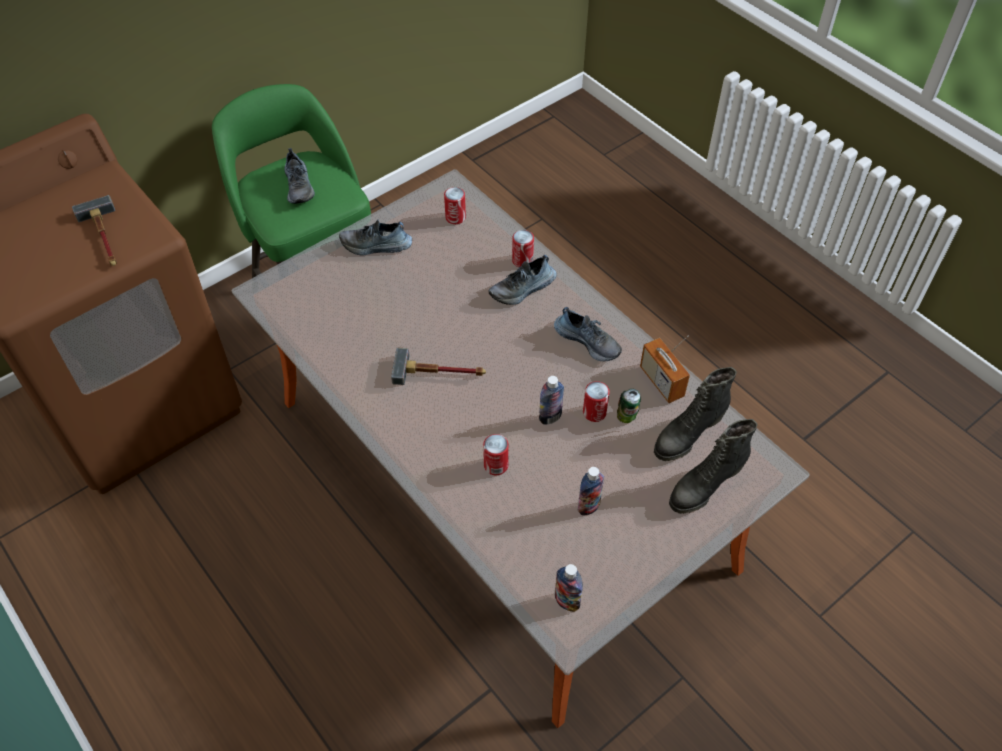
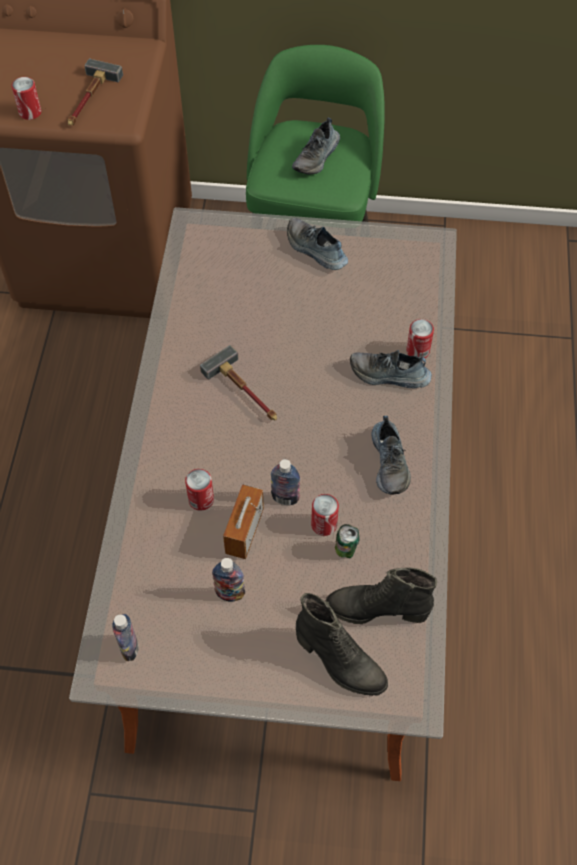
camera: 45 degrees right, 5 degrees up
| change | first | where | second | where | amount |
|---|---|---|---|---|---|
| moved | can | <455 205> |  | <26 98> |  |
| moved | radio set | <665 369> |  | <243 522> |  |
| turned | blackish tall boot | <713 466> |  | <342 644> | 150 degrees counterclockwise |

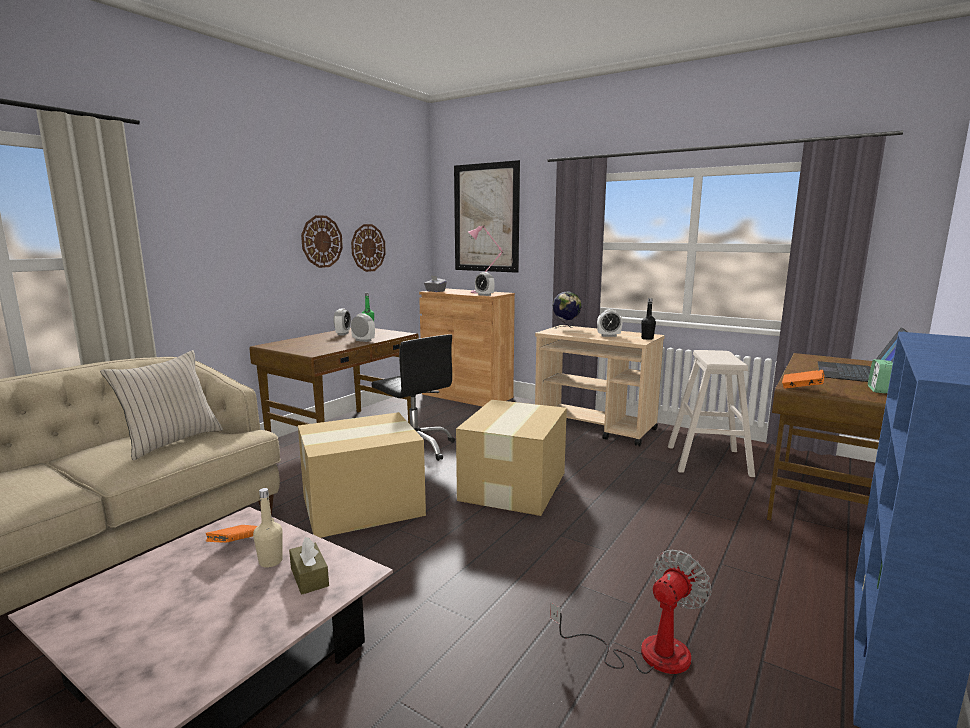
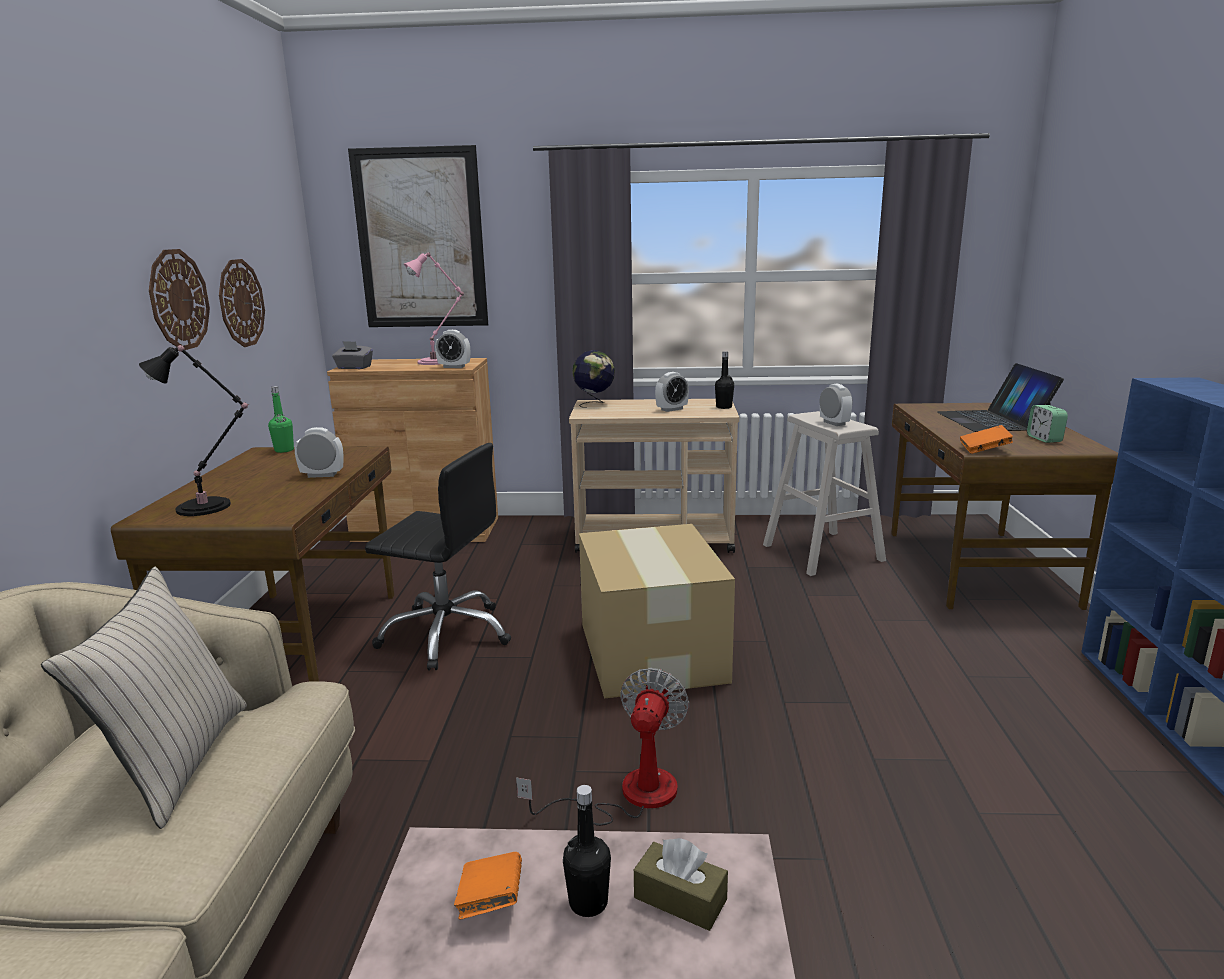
camera: 30 degrees left, 5 degrees up
| change | first | where | second | where | amount |
|---|---|---|---|---|---|
| removed | cardboard box | <362 475> |  |  |  |
| added |  |  | blackish tabletop lamp | <194 430> |  |
| moved | bedside clock | <342 321> |  | <836 405> |  |
| moved | electric fan | <631 612> |  | <602 747> |  |
| recoloured | sand-coloured drink bottle | <268 528> | blackish drink bottle | <587 851> |  |

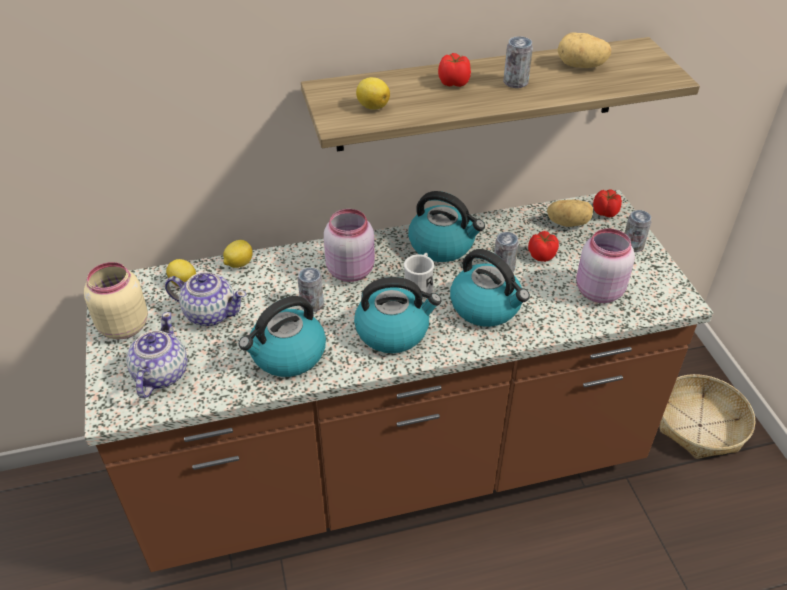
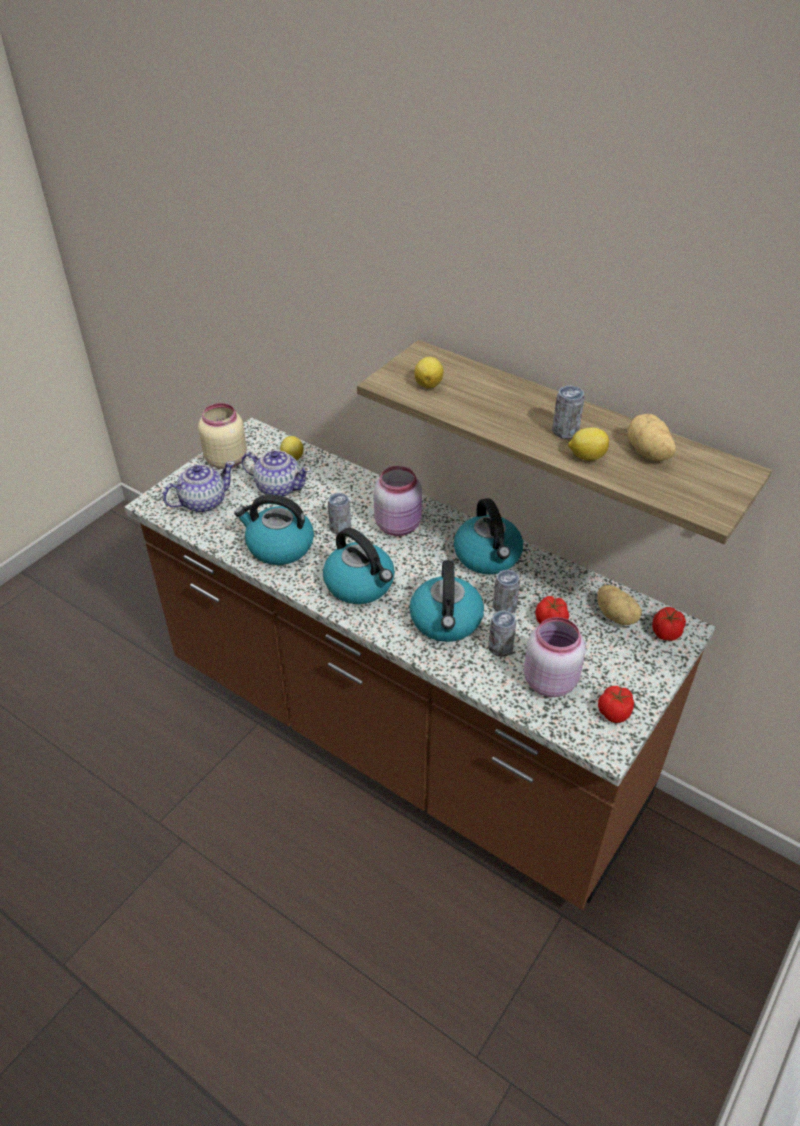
camera: 50 degrees right, 0 degrees up
| change | first | where | second | where | amount |
|---|---|---|---|---|---|
| removed | white coffee mug | <419 275> |  |  |  |
| removed | household basket | <707 416> |  |  |  |
| moved | whole lemon | <238 254> |  | <588 444> |  |
| moved | whole tomato | <454 70> |  | <616 704> |  |
| moved | can | <638 231> |  | <502 633> |  |
| turned | tea pot | <205 299> |  | <276 473> | 45 degrees counterclockwise |

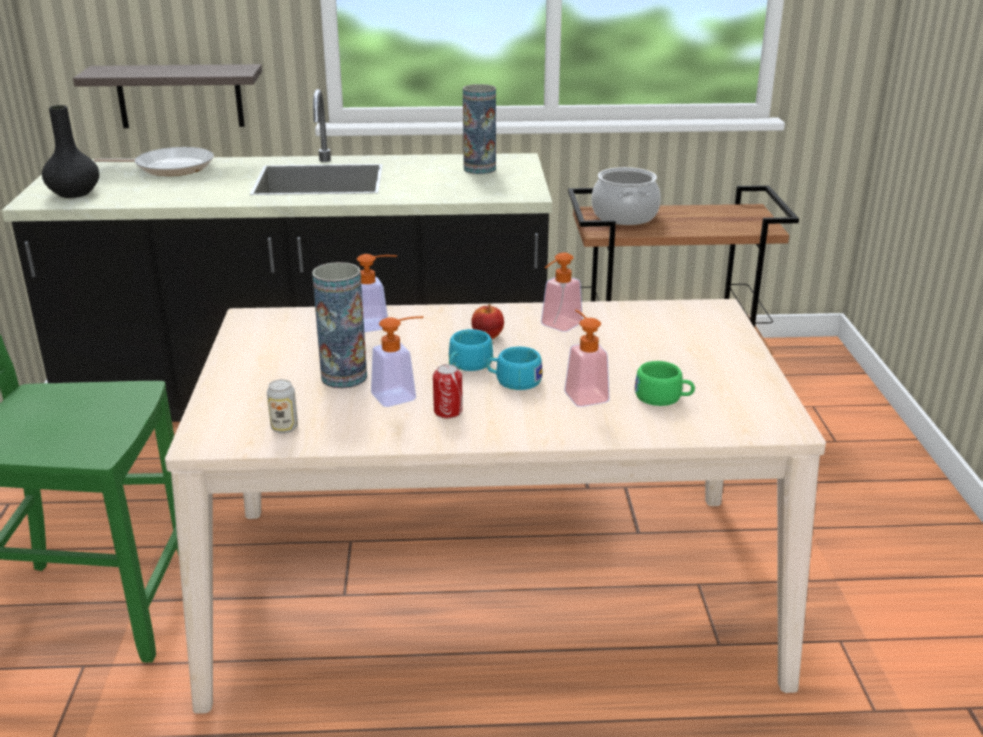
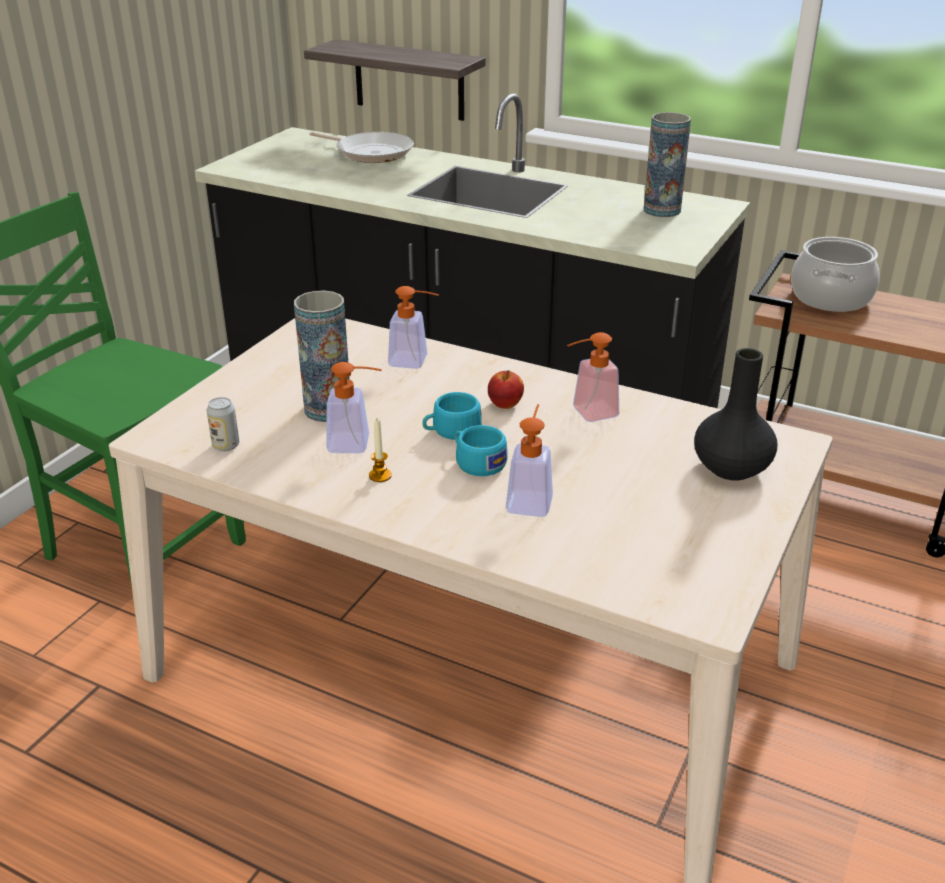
camera: 30 degrees right, 5 degrees up
| change | first | where | second | where | amount |
|---|---|---|---|---|---|
| removed | greenish cup | <664 383> |  |  |  |
| moved | blackish decorative vase | <70 151> |  | <736 414> |  |
| replaced | can | <448 391> | candle | <380 450> |  |

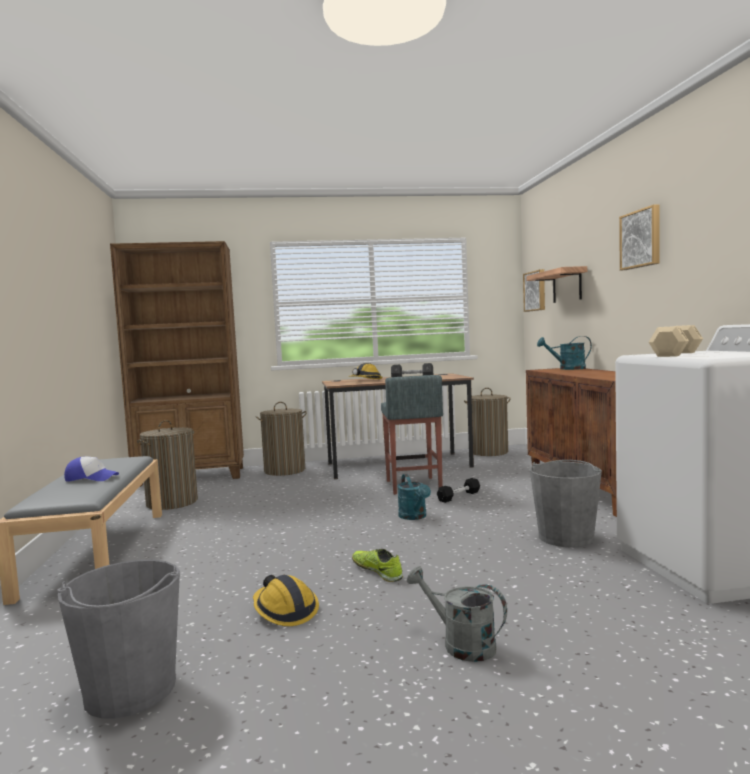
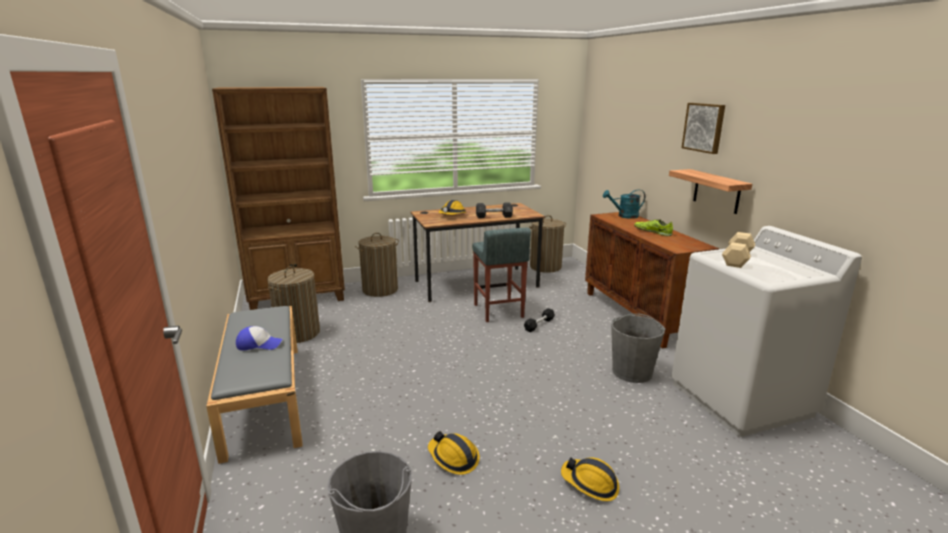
camera: 10 degrees left, 15 degrees up
| change | first | where | second | where | amount |
|---|---|---|---|---|---|
| removed | blue-green watering can | <414 497> |  |  |  |
| removed | picture | <534 290> |  |  |  |
| moved | item of footwear | <377 565> |  | <653 227> |  |
| moved | wall shelf | <556 284> |  | <710 191> |  |
| replaced | greyish watering can | <457 614> | safety helmet | <590 479> |  |

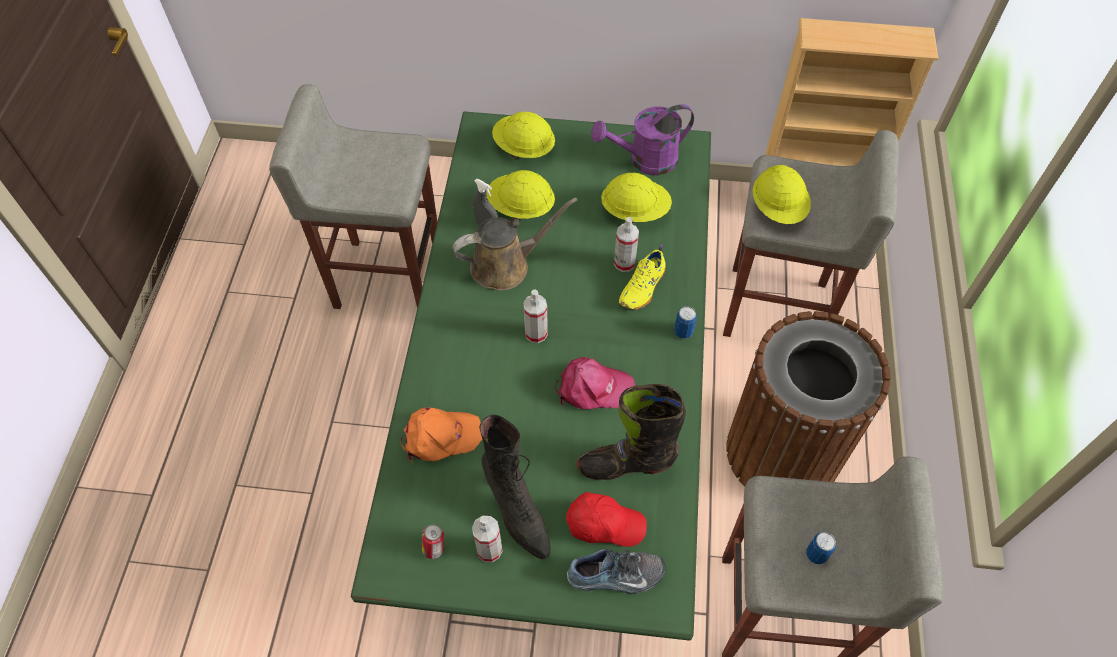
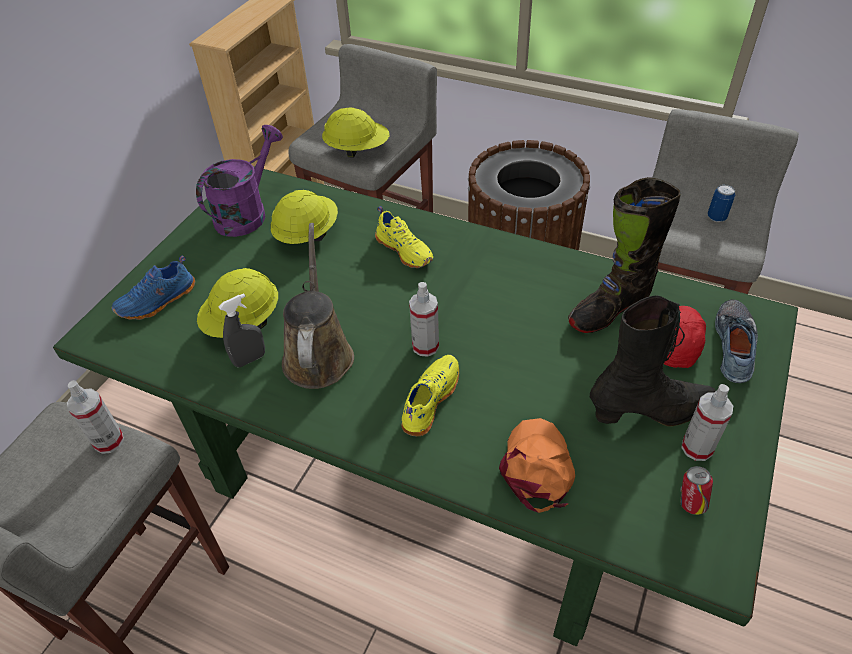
camera: 70 degrees left, 10 degrees down
| change | first | where | second | where | amount |
|---|---|---|---|---|---|
| removed | pink-coloured baseball cap | <595 383> |  |  |  |
| removed | can | <685 322> |  |  |  |
| added |  |  | yellowish item of footwear | <430 395> |  |
| moved | hand sprayer | <626 244> |  | <95 417> |  |
| replaced | yellowish safety helmet | <523 136> | blue-coloured item of footwear | <153 288> |  |
| turned | blackish tall boot | <631 432> |  | <624 255> | 45 degrees clockwise |
| turned | purple watering can | <642 139> |  | <239 181> | 150 degrees counterclockwise |

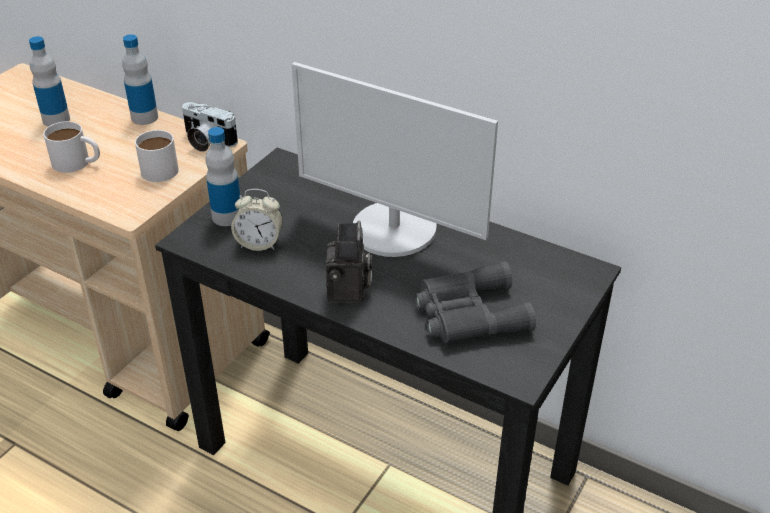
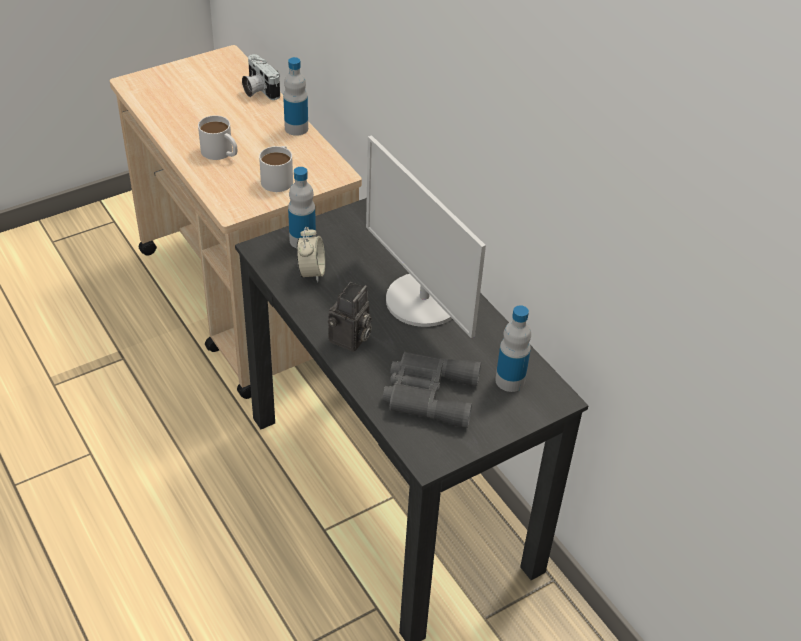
camera: 25 degrees right, 5 degrees up
| change | first | where | second | where | amount |
|---|---|---|---|---|---|
| moved | drink bottle | <49 81> |  | <513 348> |  |
| moved | still camera | <210 127> |  | <261 77> |  |
| turned | bedside clock | <257 220> |  | <310 255> | 120 degrees counterclockwise |

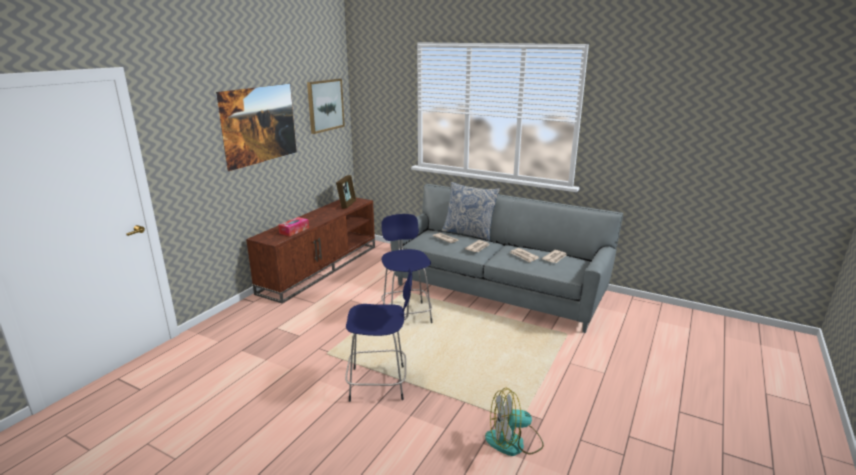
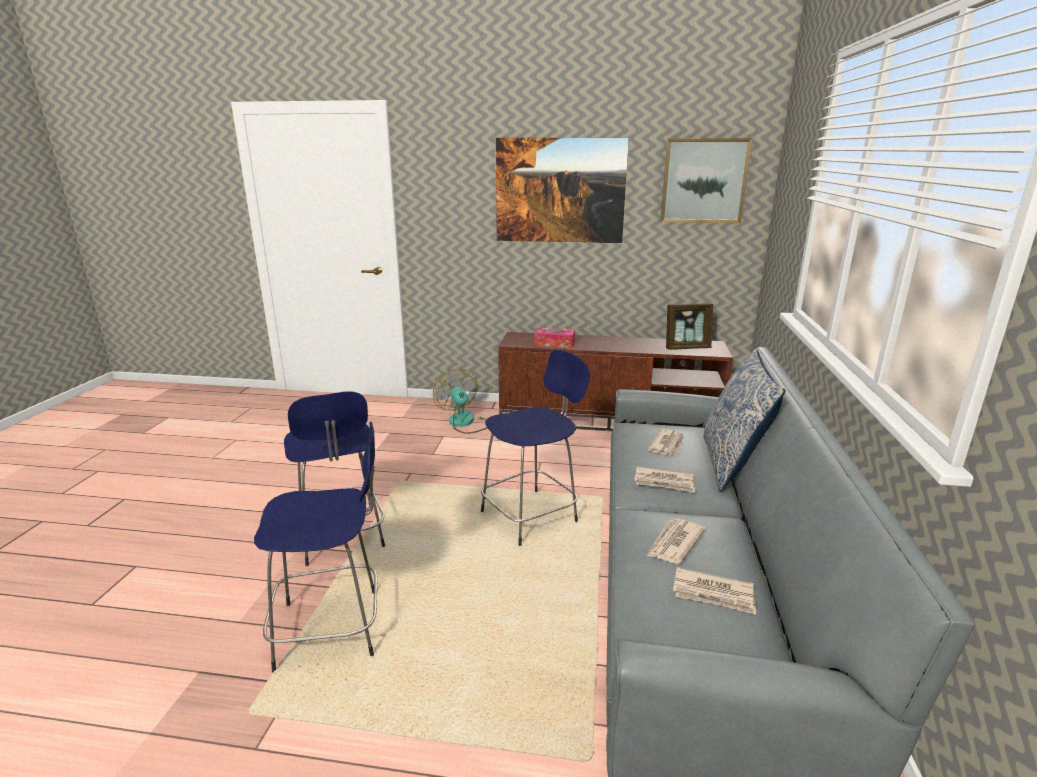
camera: 70 degrees right, 0 degrees up
| change | first | where | second | where | amount |
|---|---|---|---|---|---|
| added |  |  | blue-coloured stool | <315 547> |  |
| moved | electric fan | <514 422> |  | <460 401> |  |

